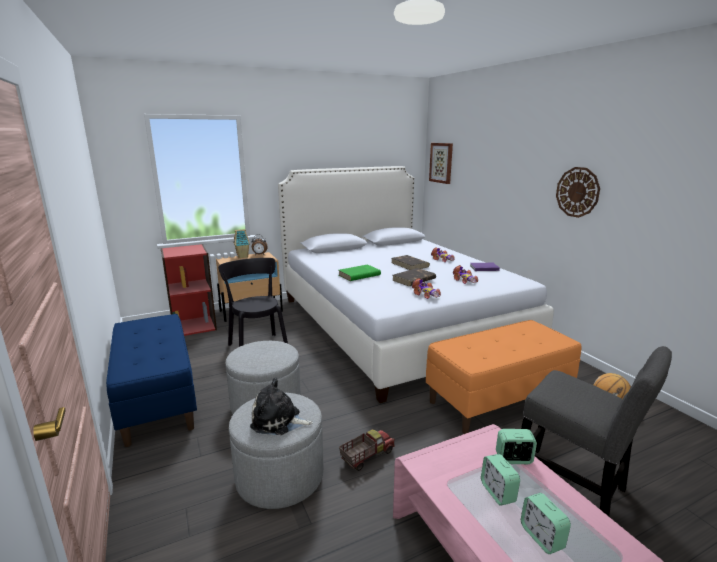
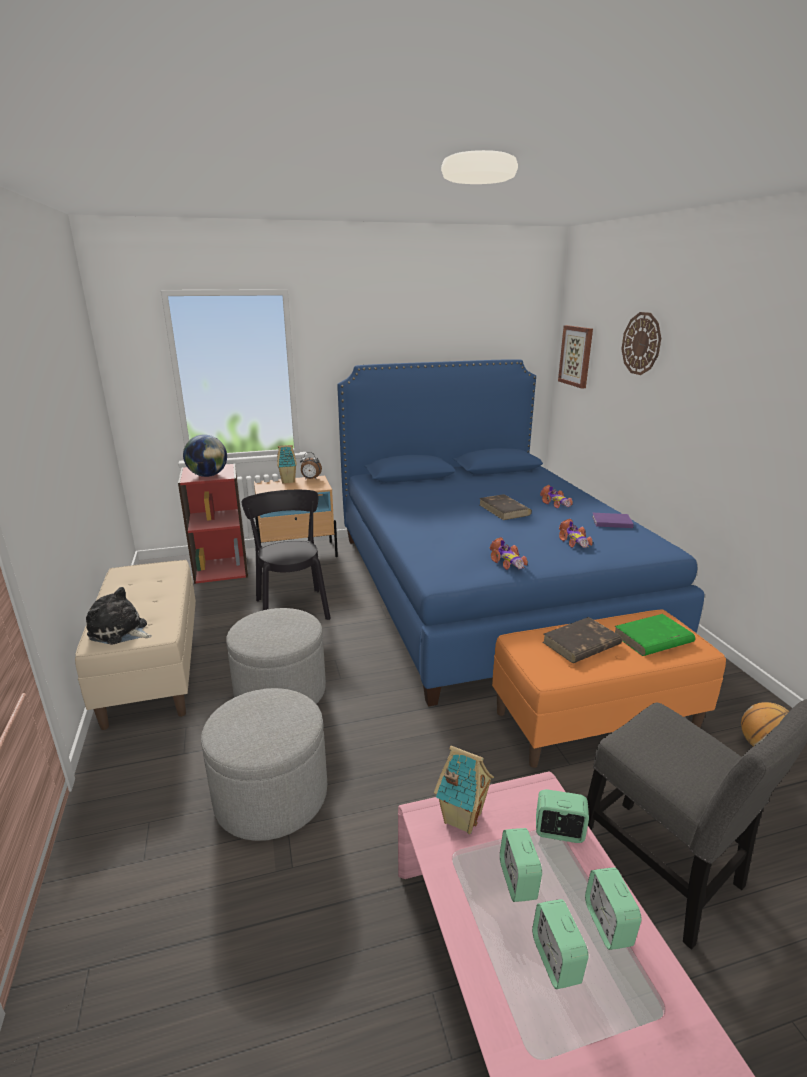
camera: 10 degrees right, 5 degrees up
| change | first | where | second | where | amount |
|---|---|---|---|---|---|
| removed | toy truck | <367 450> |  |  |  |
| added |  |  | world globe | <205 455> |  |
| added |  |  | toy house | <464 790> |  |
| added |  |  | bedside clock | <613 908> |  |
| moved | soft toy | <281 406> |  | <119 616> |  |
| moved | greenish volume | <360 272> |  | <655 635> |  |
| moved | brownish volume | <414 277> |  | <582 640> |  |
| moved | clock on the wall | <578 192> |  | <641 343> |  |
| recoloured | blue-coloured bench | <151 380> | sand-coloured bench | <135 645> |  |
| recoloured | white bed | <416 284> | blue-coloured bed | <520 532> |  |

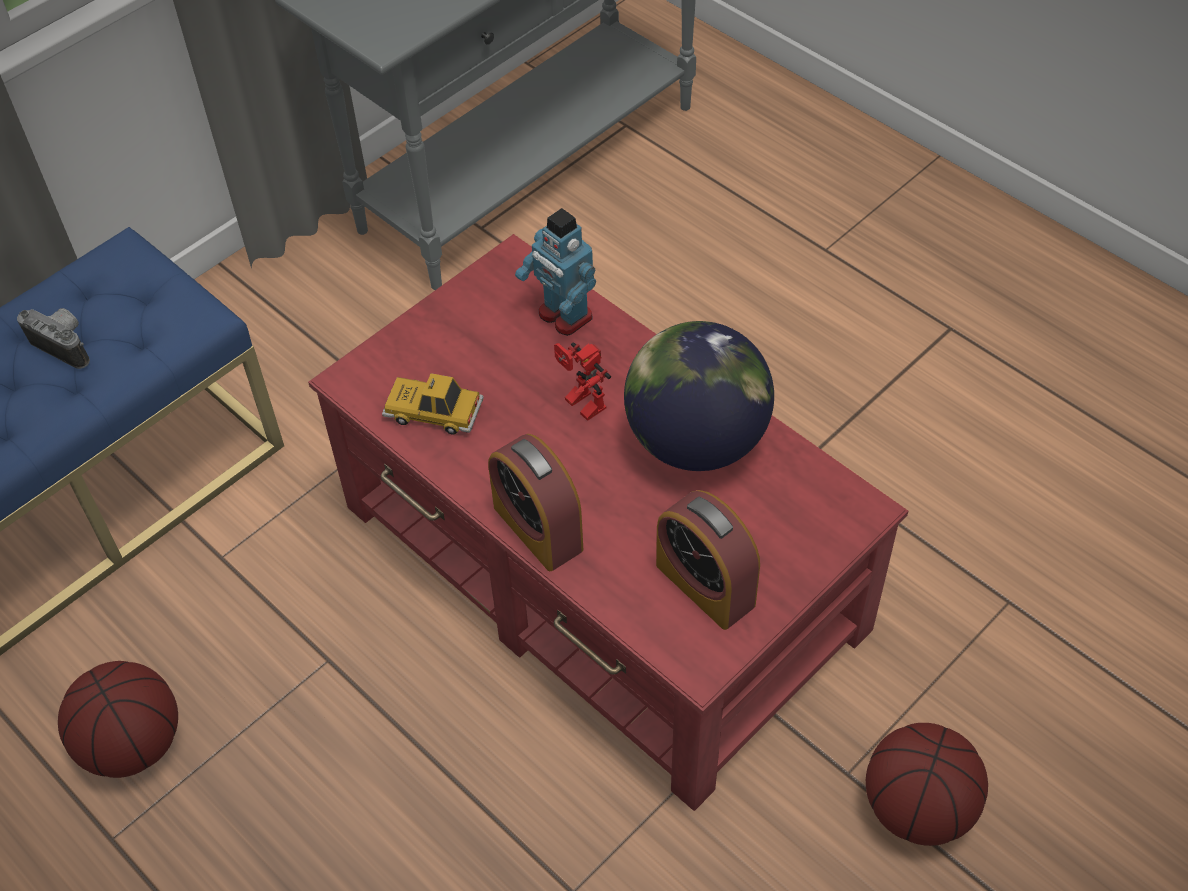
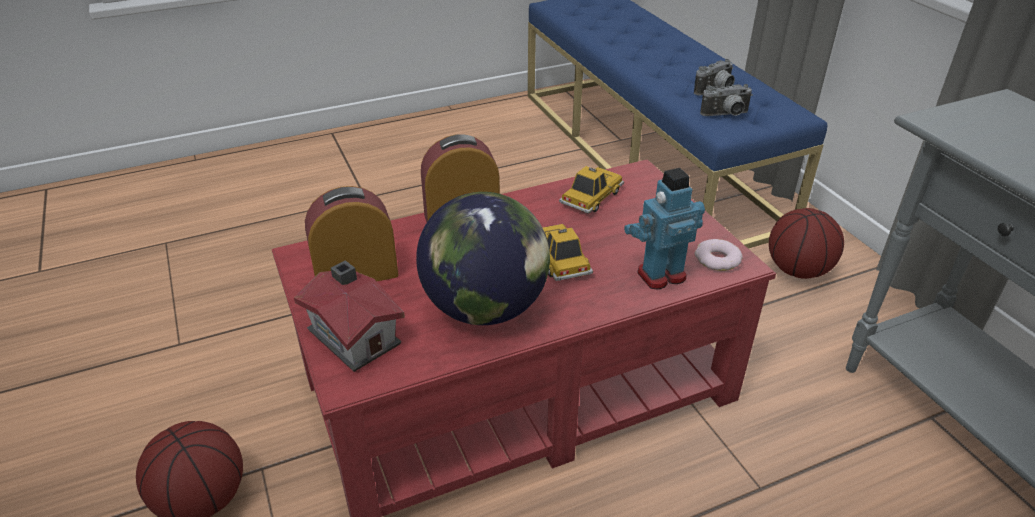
camera: 110 degrees right, 15 degrees down
| change | first | where | second | where | amount |
|---|---|---|---|---|---|
| added |  |  | toy house | <349 316> |  |
| added |  |  | ring doughnut | <719 255> |  |
| added |  |  | still camera | <726 100> |  |
| moved | basketball ball | <118 719> |  | <806 243> |  |
| replaced | toy robot | <582 381> | model car | <568 252> |  |

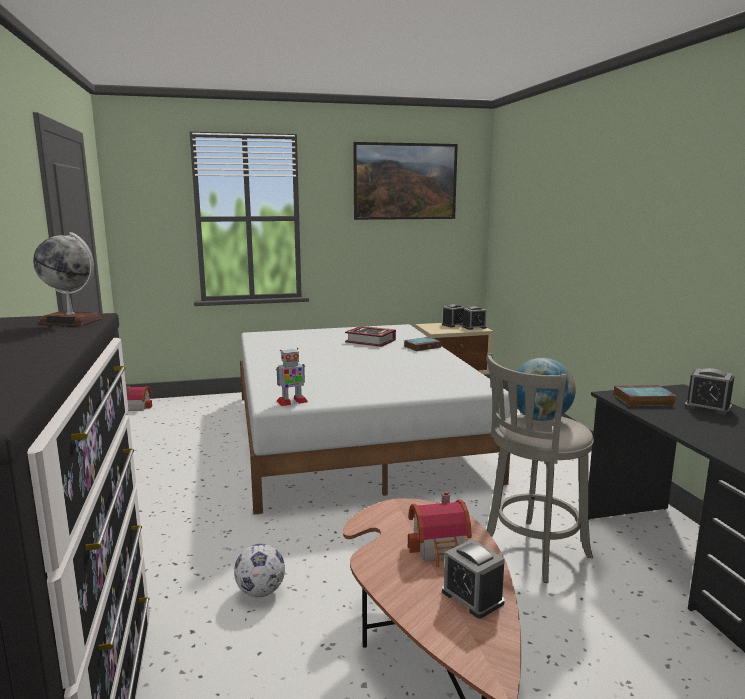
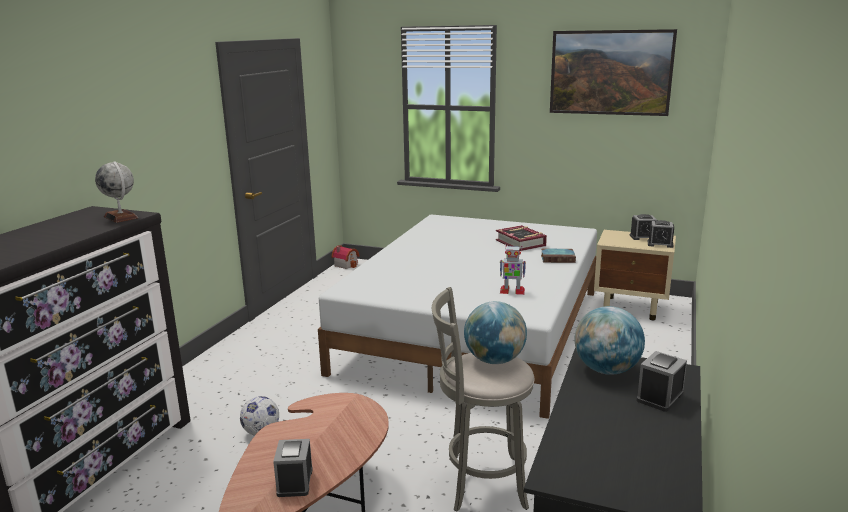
camera: 35 degrees right, 5 degrees up
| change | first | where | second | where | amount |
|---|---|---|---|---|---|
| removed | toy house | <440 529> |  |  |  |
| moved | toy robot | <292 377> |  | <513 270> |  |
| replaced | volume | <645 395> | world globe | <610 340> |  |
| turned | bedside clock | <709 391> |  | <661 381> | 60 degrees clockwise |

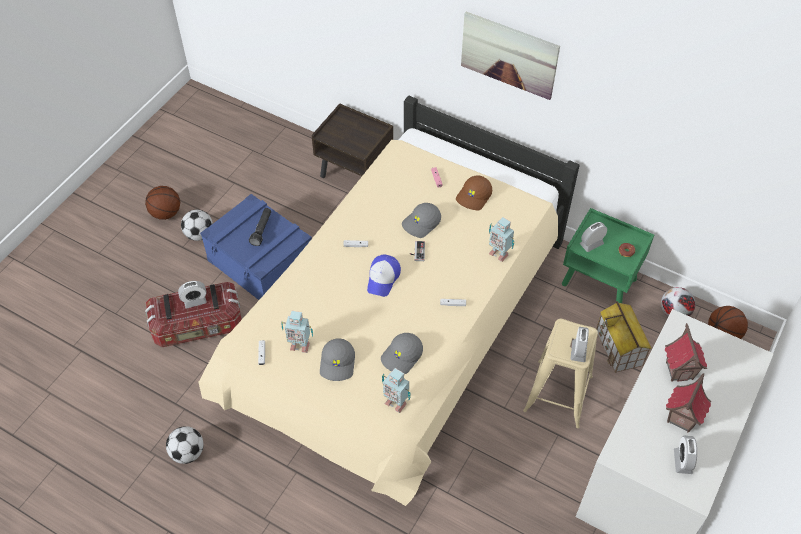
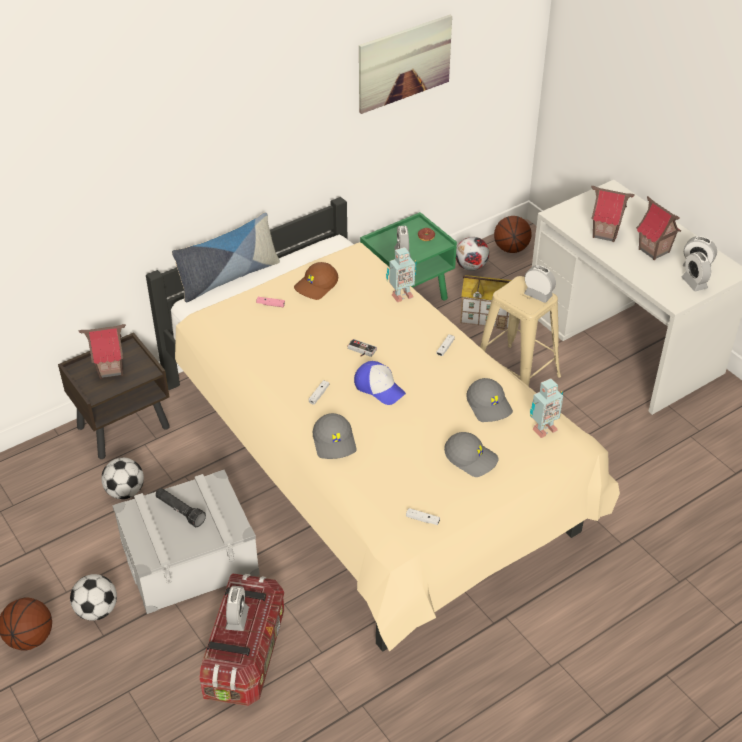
camera: 65 degrees left, 10 degrees down
| change | first | where | second | where | amount |
|---|---|---|---|---|---|
| removed | toy robot | <297 332> |  |  |  |
| added |  |  | toy house | <102 351> |  |
| added |  |  | pillow | <226 257> |  |
| added |  |  | bedside clock | <696 272> |  |
| moved | football ball | <185 445> |  | <122 478> |  |
| moved | greyish baseball cap | <421 220> |  | <334 436> |  |
| moved | picture | <510 56> |  | <405 64> |  |
| recoloured | blue-coloured storage box | <256 247> | greyish storage box | <186 542> |  |
| turned | brownish baseball cap | <474 193> |  | <316 281> | 75 degrees clockwise |

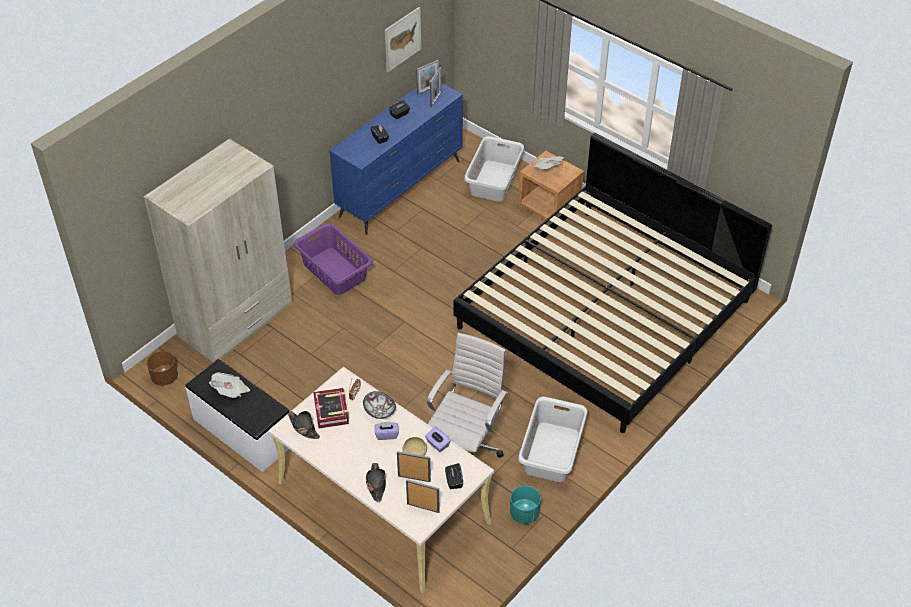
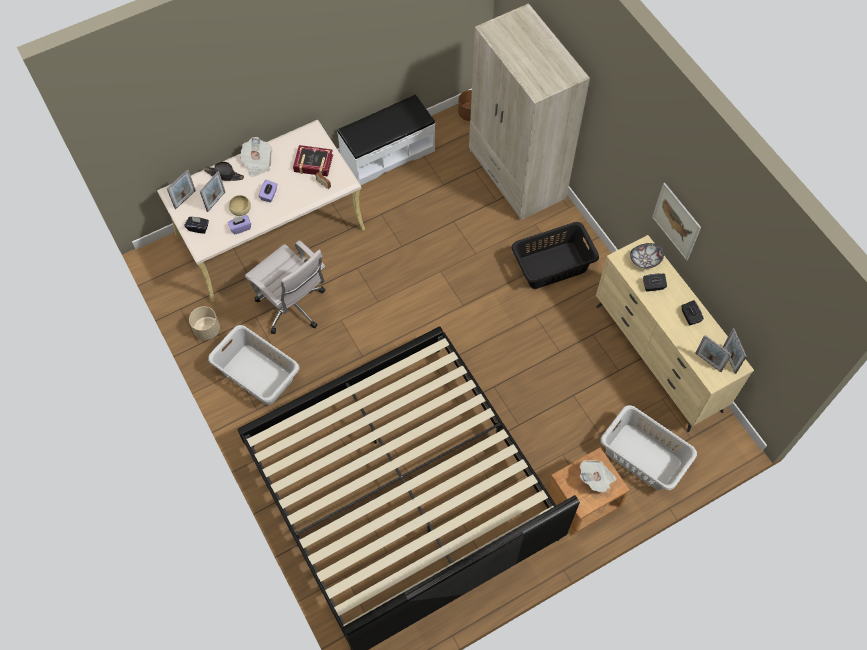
camera: 110 degrees right, 15 degrees up
| change | first | where | second | where | amount |
|---|---|---|---|---|---|
| removed | blackish wearable hat | <304 425> |  |  |  |
| moved | newspaper | <229 385> |  | <256 157> |  |
| moved | deep dish | <379 405> |  | <647 256> |  |
| moved | picture | <403 39> |  | <676 222> |  |
| recoloured | purple washing basket | <333 259> | blackish washing basket | <555 255> |  |
| recoloured | blue-coloured dresser | <396 159> | sand-coloured dresser | <675 333> |  |
| recoloured | blue-green planter | <525 505> | sand-coloured planter | <204 323> |  |

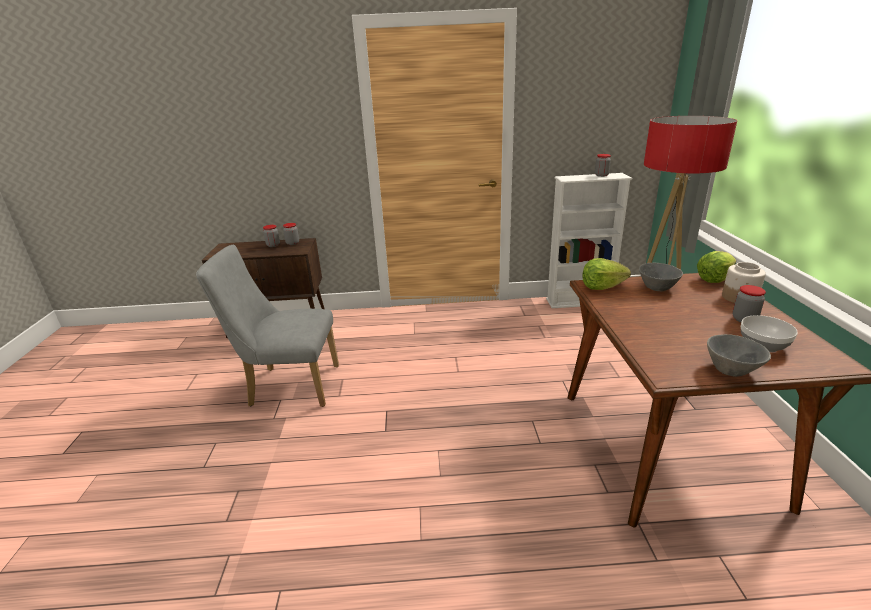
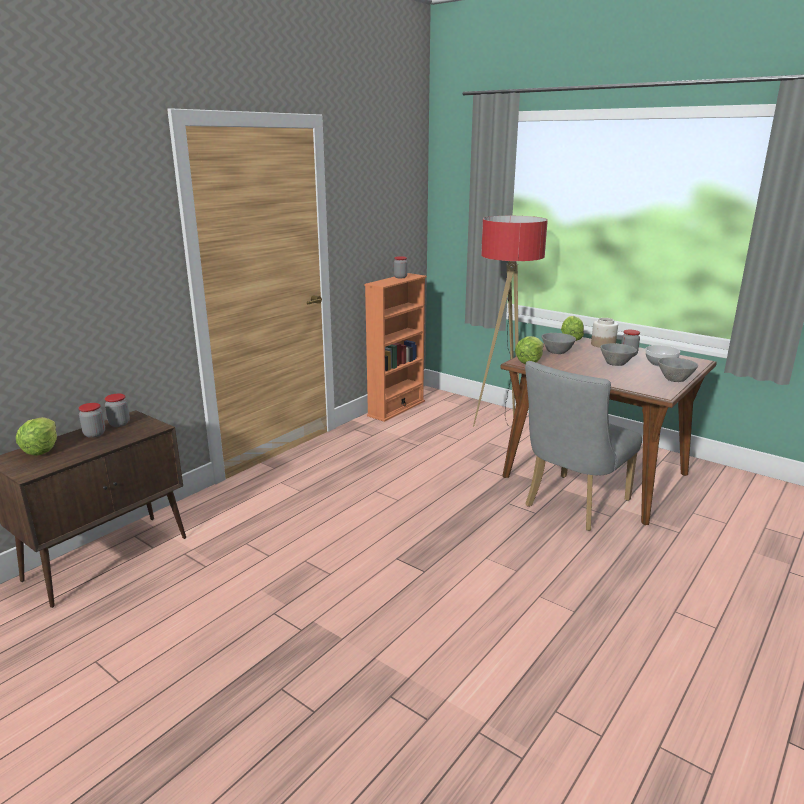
camera: 50 degrees left, 5 degrees down
| change | first | where | second | where | amount |
|---|---|---|---|---|---|
| added |  |  | lettuce head | <36 436> |  |
| added |  |  | greyish deep dish | <618 354> |  |
| moved | greyish plain chair | <267 326> |  | <583 446> |  |
| recoloured | white bookcase | <589 240> | orangey bookcase | <395 347> |  |

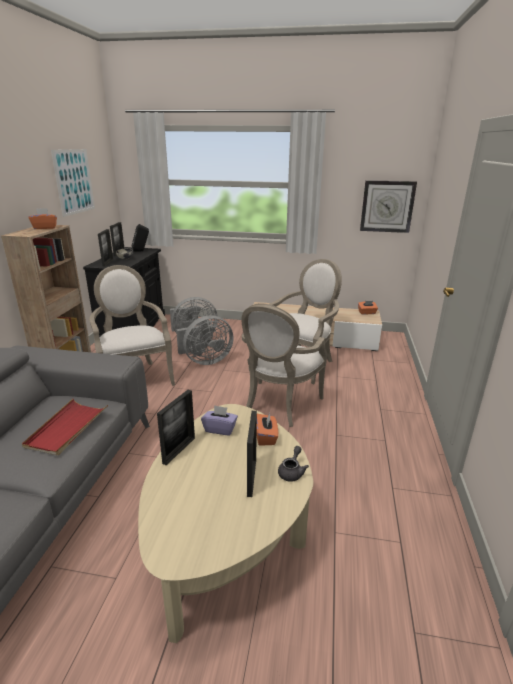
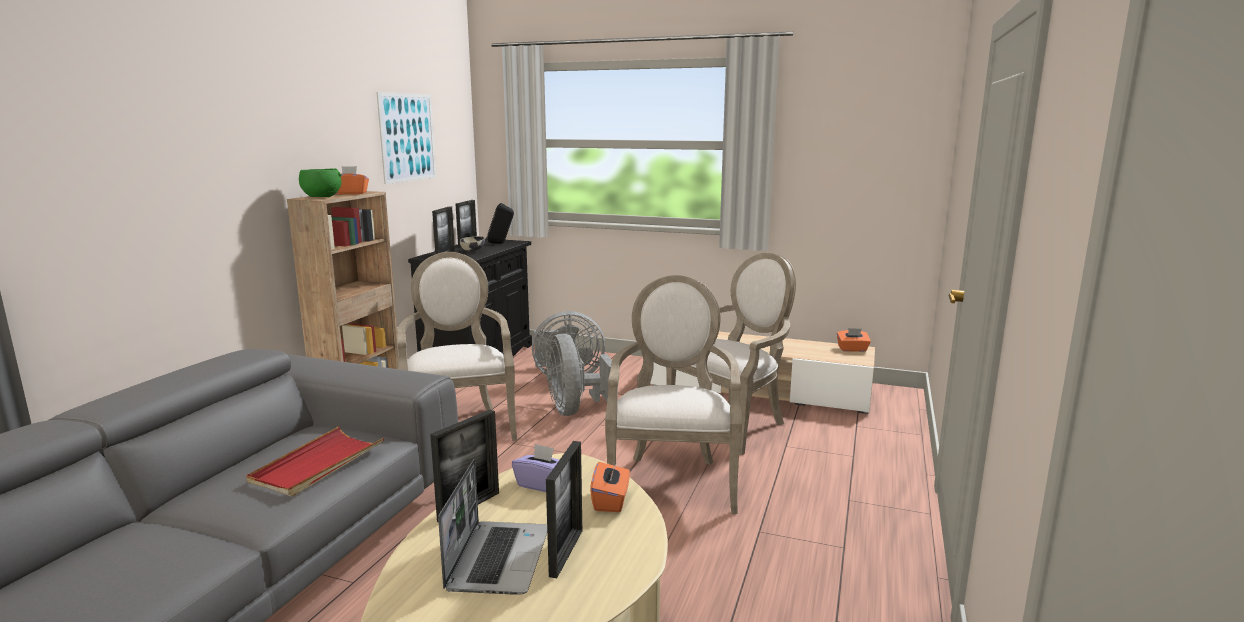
camera: 10 degrees right, 10 degrees down
| change | first | where | second | where | amount |
|---|---|---|---|---|---|
| removed | greyish tea pot | <293 464> |  |  |  |
| removed | clock on the wall | <388 206> |  |  |  |
| added |  |  | greenish deep dish | <320 182> |  |
| added |  |  | laptop | <492 527> |  |
| turned | greyish electric fan | <205 340> |  | <579 375> | 90 degrees clockwise |
| turned | lounge chair | <284 365> |  | <673 394> | 150 degrees clockwise |

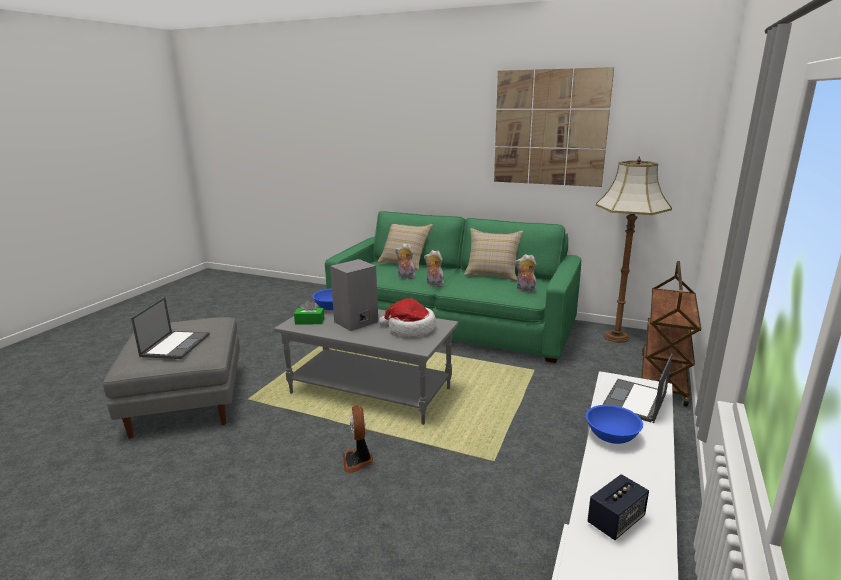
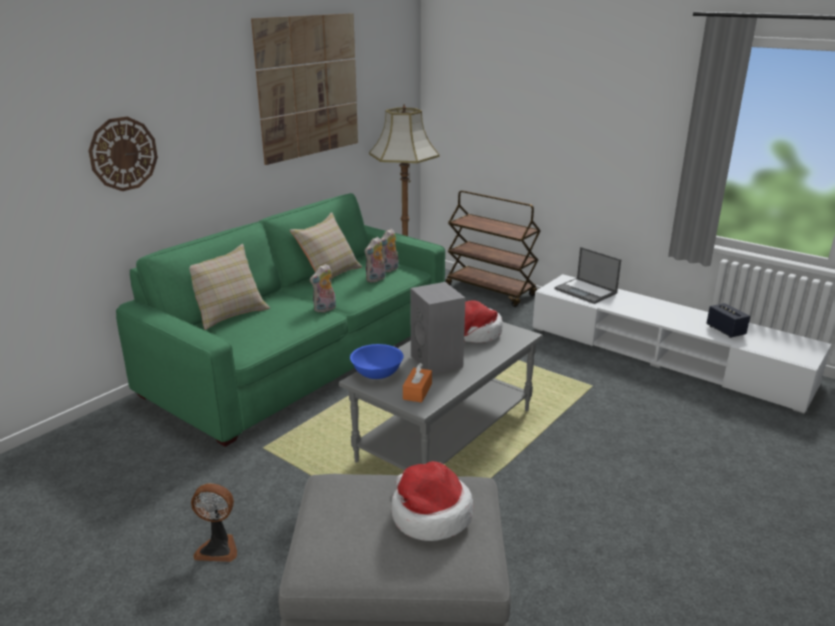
camera: 75 degrees left, 5 degrees up
| change | first | where | second | where | amount |
|---|---|---|---|---|---|
| removed | blue-coloured deep dish | <614 424> |  |  |  |
| added |  |  | clock on the wall | <123 153> |  |
| moved | electric fan | <358 439> |  | <214 522> |  |
| moved | soft toy | <405 261> |  | <375 260> |  |
| replaced | laptop | <170 328> | wearable hat | <432 501> |  |
| recoloured | greenish tissue box | <309 312> | orangey tissue box | <417 383> |  |

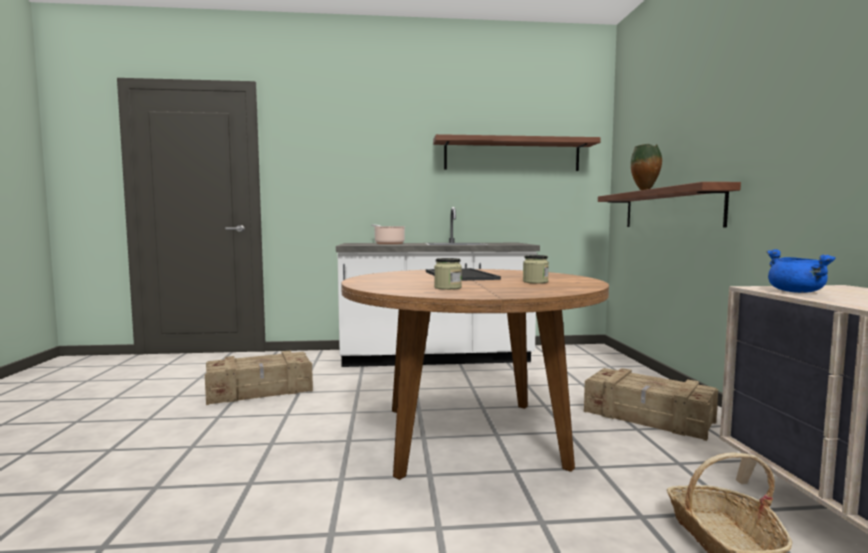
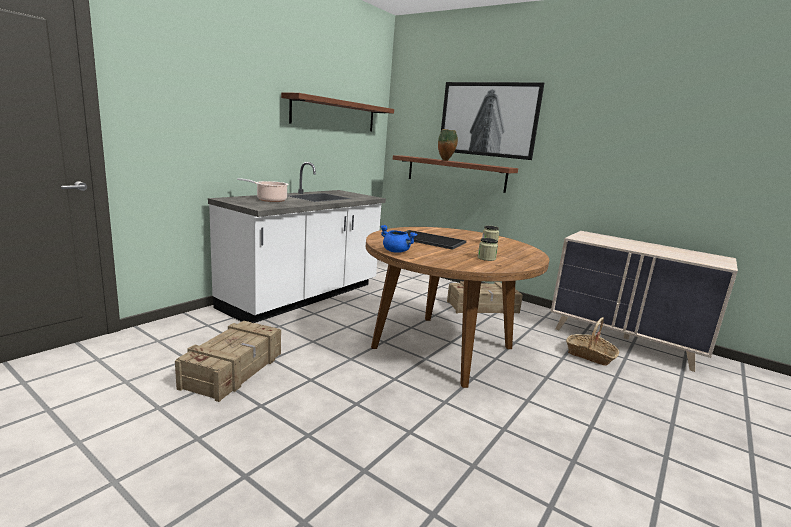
camera: 50 degrees left, 10 degrees up
| change | first | where | second | where | amount |
|---|---|---|---|---|---|
| added |  |  | picture | <492 121> |  |
| moved | blue-coloured stockpot | <801 271> |  | <398 239> |  |

